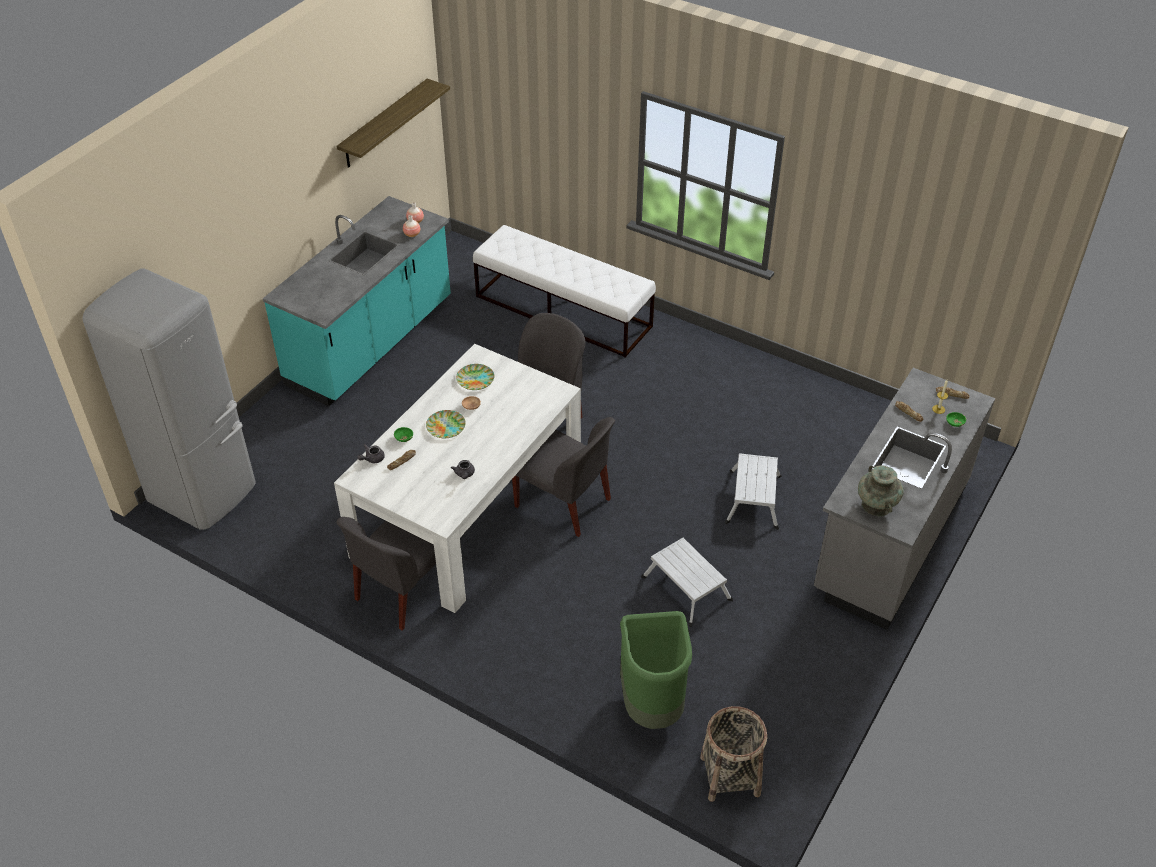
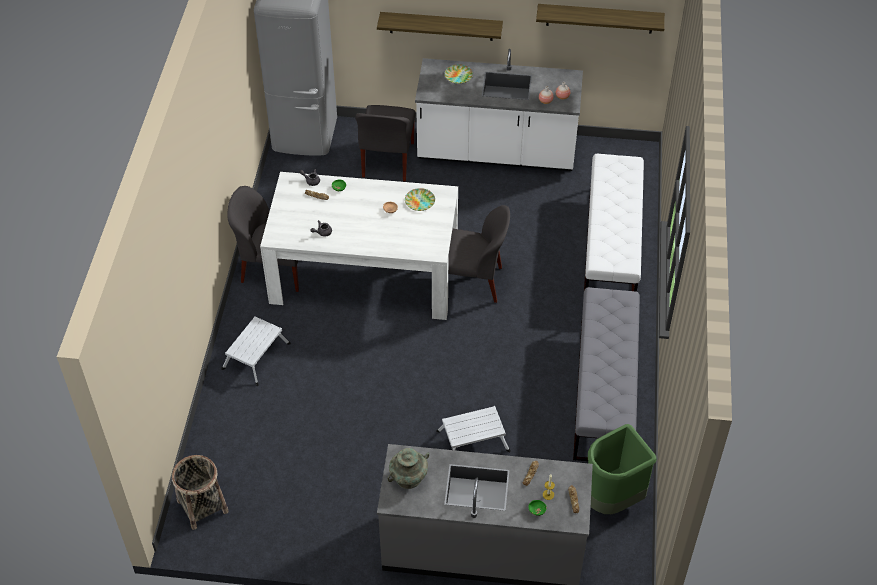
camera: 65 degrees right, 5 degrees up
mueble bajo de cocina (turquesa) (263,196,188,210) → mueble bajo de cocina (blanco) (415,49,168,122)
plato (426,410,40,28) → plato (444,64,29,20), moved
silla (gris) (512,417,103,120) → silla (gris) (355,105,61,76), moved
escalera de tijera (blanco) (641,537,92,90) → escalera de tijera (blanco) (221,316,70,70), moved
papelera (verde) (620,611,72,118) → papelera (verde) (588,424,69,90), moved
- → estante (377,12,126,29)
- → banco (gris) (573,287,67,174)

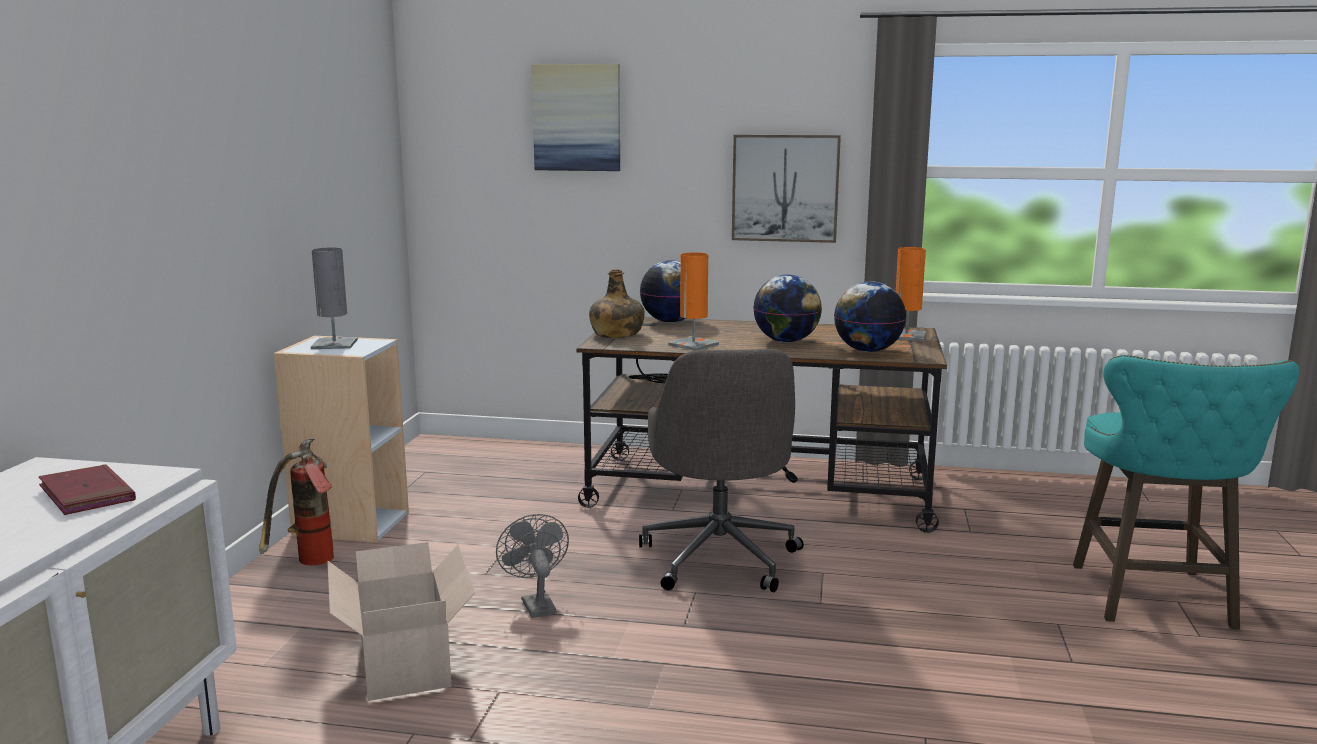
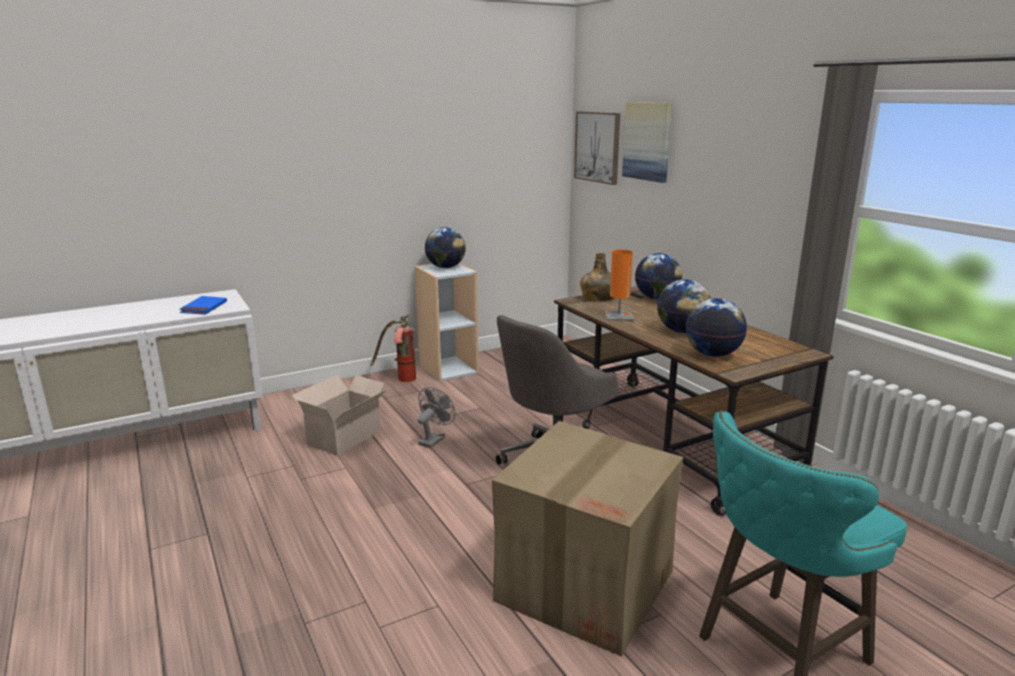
camera: 50 degrees right, 5 degrees up
cuadro (732,135,109,108) → cuadro (574,111,46,74), moved
lámpara de mesa (gris) (311,247,47,102) → globo terráqueo (425,227,41,41)
lámpara de mesa (naranja) (896,247,30,94) → -
libro (rojo) (39,464,97,51) → libro (azul) (180,296,47,19)
- → caja de cartón (492,421,191,236)

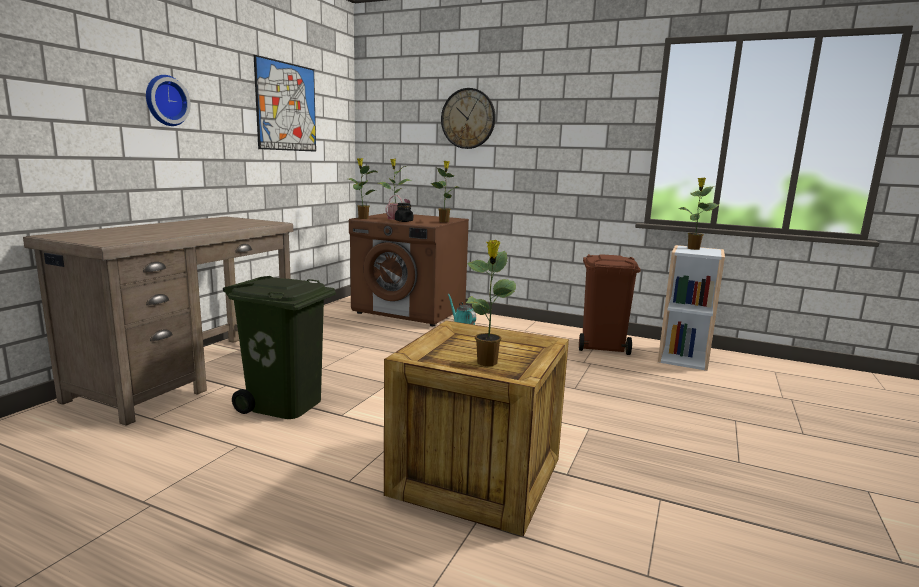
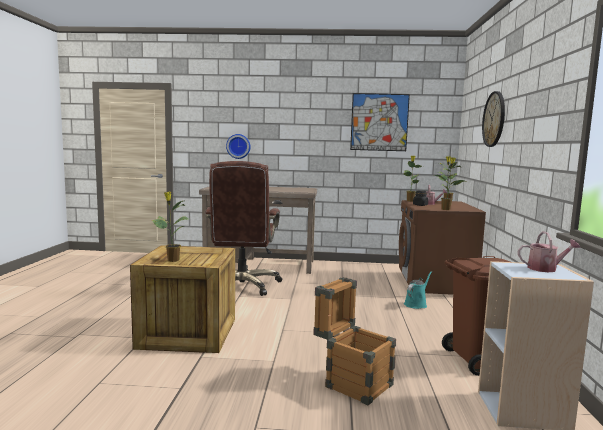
camera: 70 degrees right, 5 degrees down
reloj de pared (146,75,45,51) → reloj de pared (226,134,24,25), moved
planta en maceta (679,178,40,72) → regadera (518,231,63,41)
papelera (verde) (223,276,113,143) → silla de oficina (marrón) (206,161,76,135)
- → caja de embalaje (314,277,82,128)

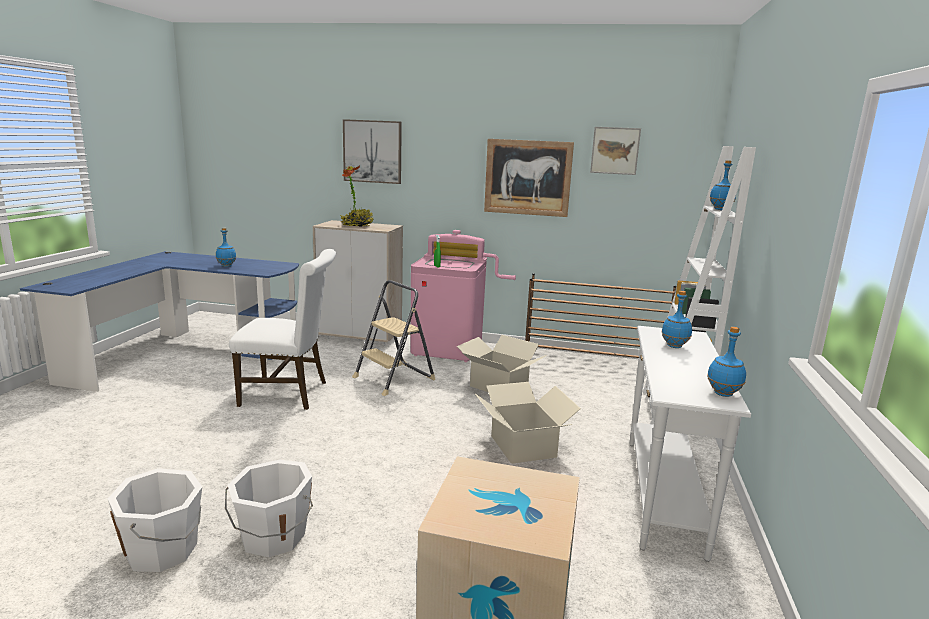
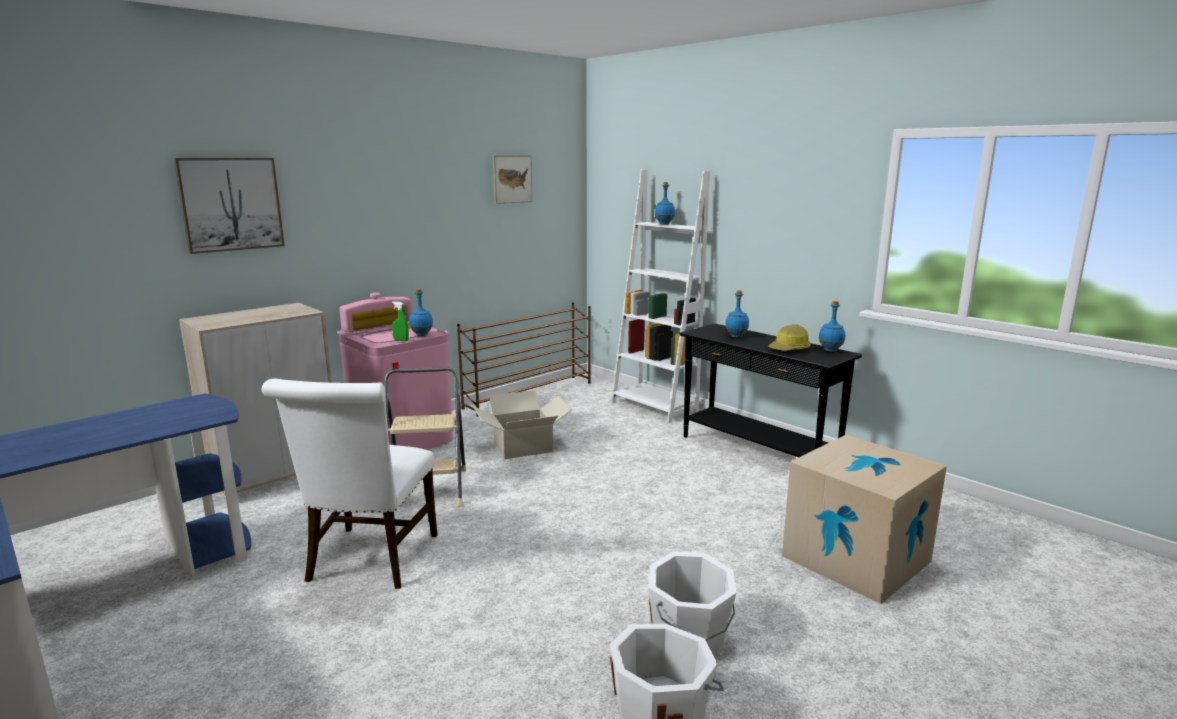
camera: 55 degrees left, 0 degrees up
cuadro (484,139,90,78) → -
planta en maceta (340,166,33,61) → -
botella (azul) (216,228,20,39) → botella (azul) (409,289,24,47), moved
silla (blanco) (229,249,107,161) → silla (blanco) (262,379,176,210), 150 degrees clockwise
mesa consola (blanco) (629,326,122,236) → mesa consola (negro) (680,324,182,133)
caja de cartón (475,382,106,82) → -
- → casco (768,324,43,27)

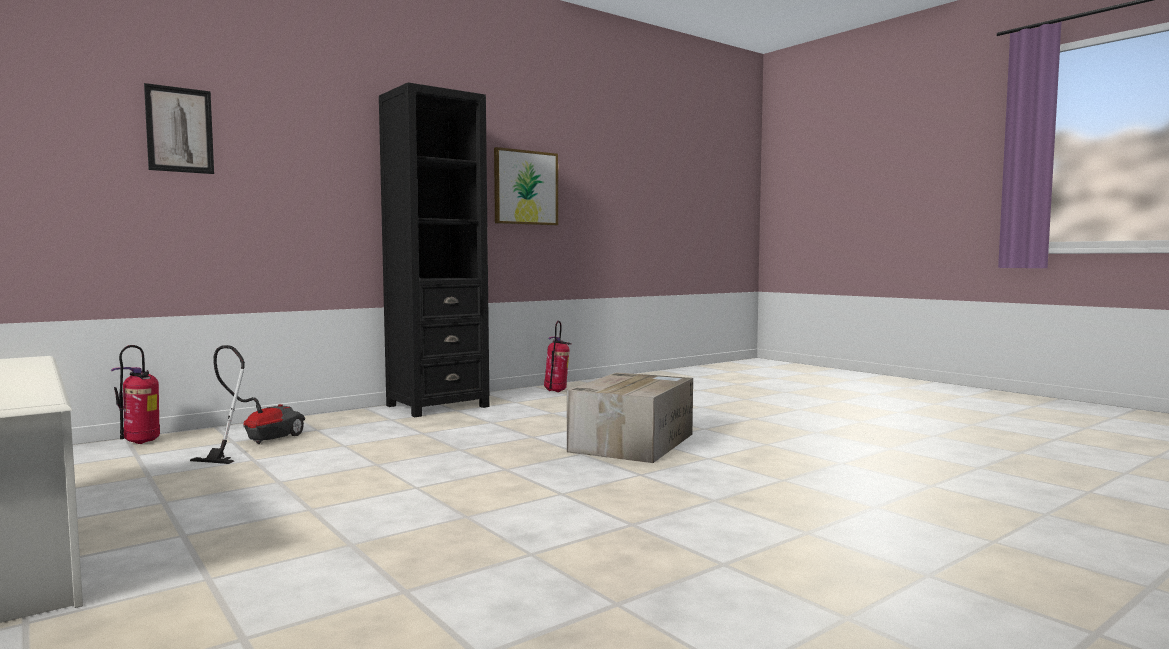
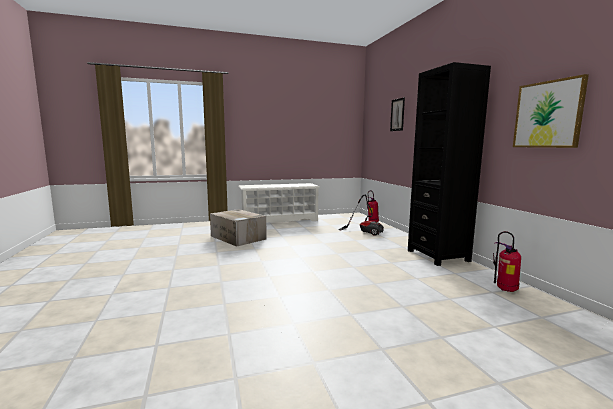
camera: 110 degrees right, 5 degrees up
caja de cartón (567,372,126,91) → caja de cartón (210,209,57,38), moved

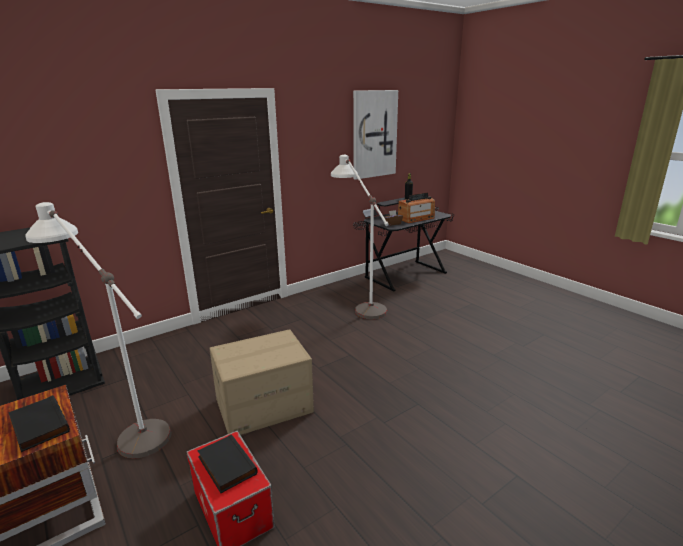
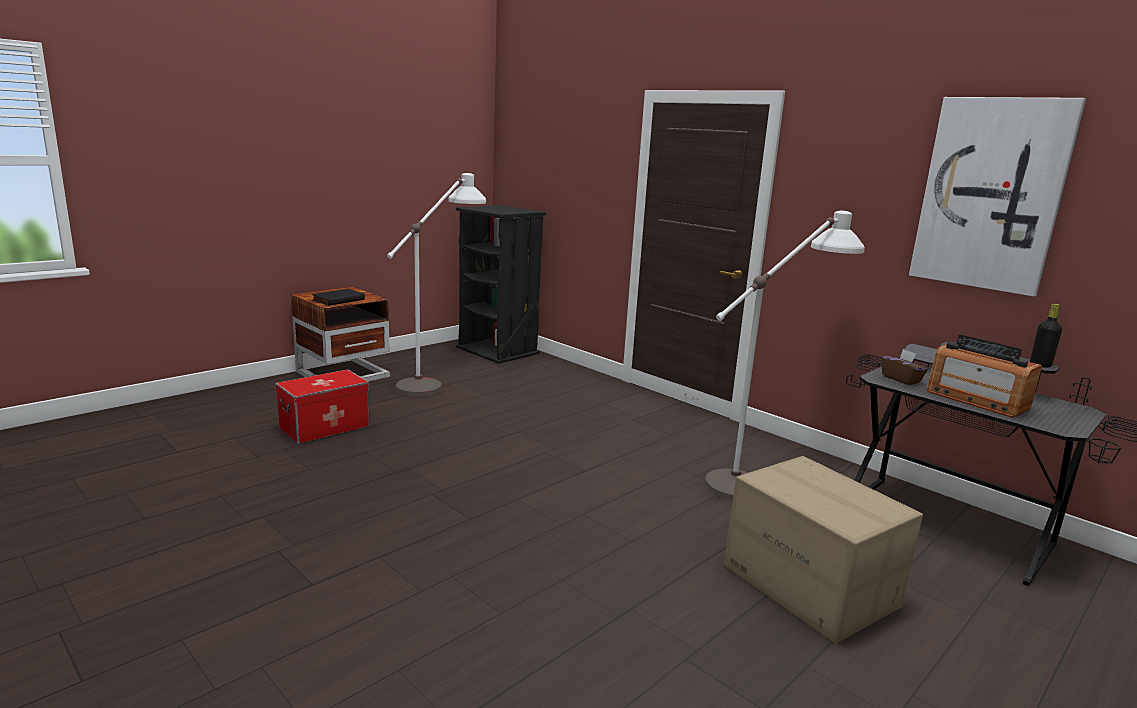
camera: 80 degrees right, 5 degrees down
caja de cartón (209,329,105,106) → caja de cartón (724,456,199,188), moved
libro (negro) (198,434,60,59) → -

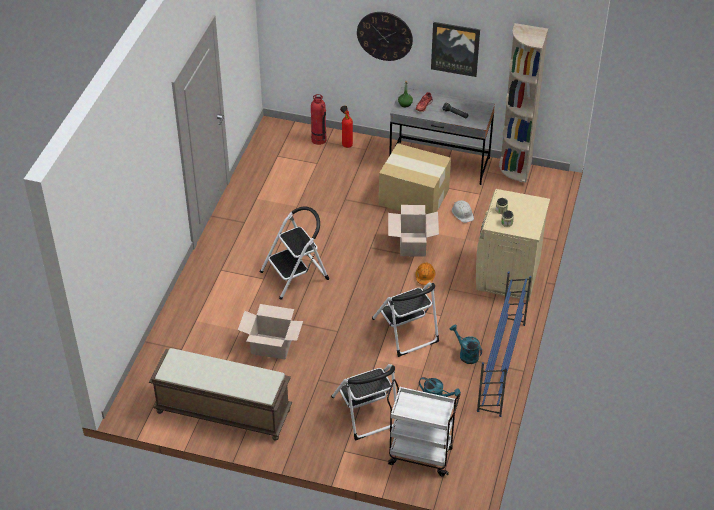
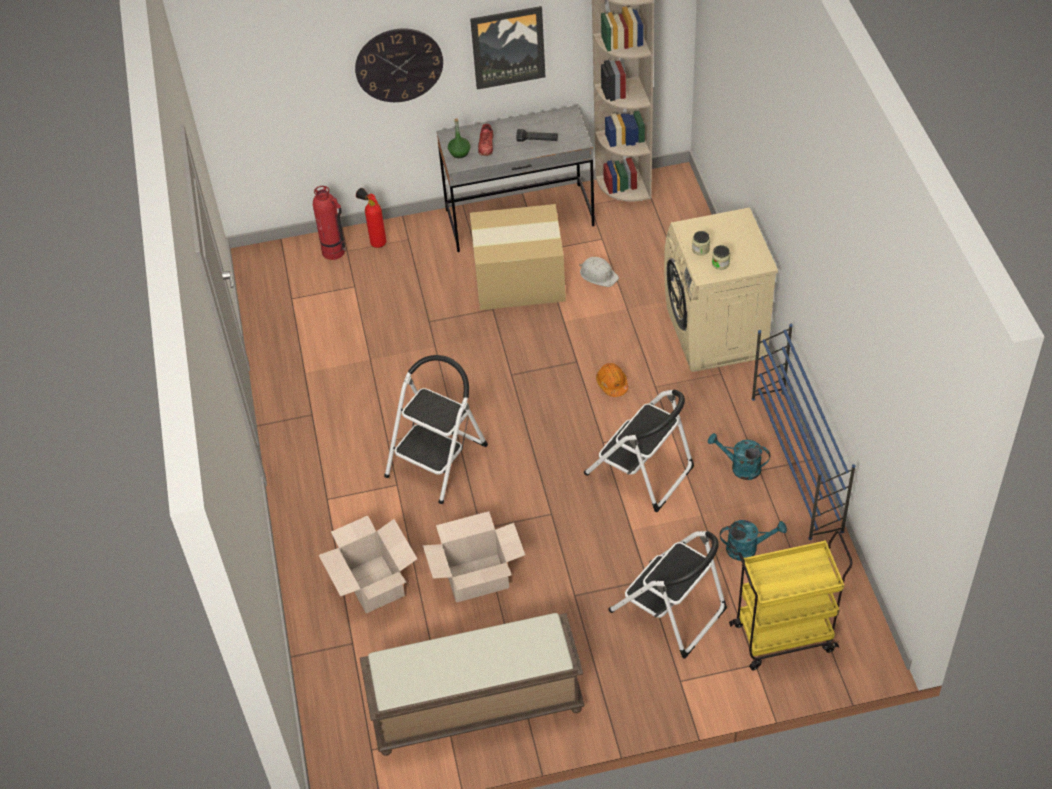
camera: 25 degrees left, 5 degrees up
caja de cartón (388,205,51,52) → caja de cartón (319,516,98,97), moved
carrito (blanco) (387,379,74,97) → carrito (amarillo) (729,531,123,140)

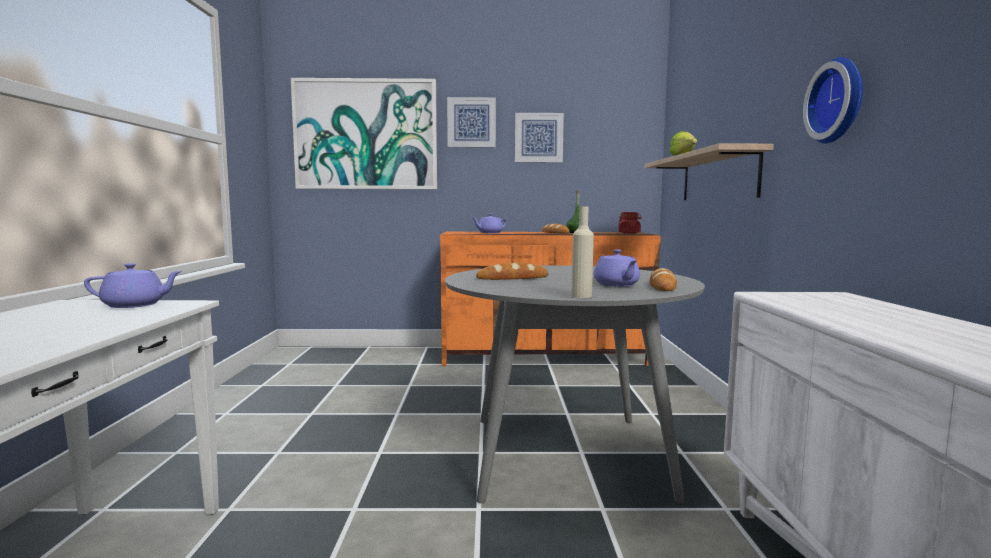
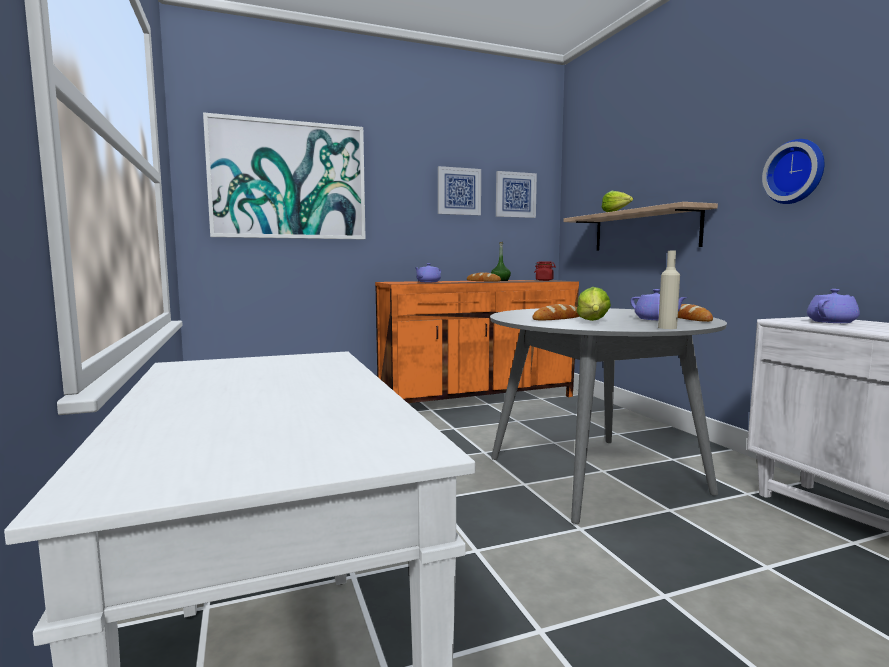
camera: 20 degrees left, 0 degrees up
cuadro (447,97,49,51) → cuadro (496,171,41,47), moved
tetera (morado) (84,263,98,45) → tetera (morado) (807,289,53,34), moved
- → lechuga (577,287,34,34)

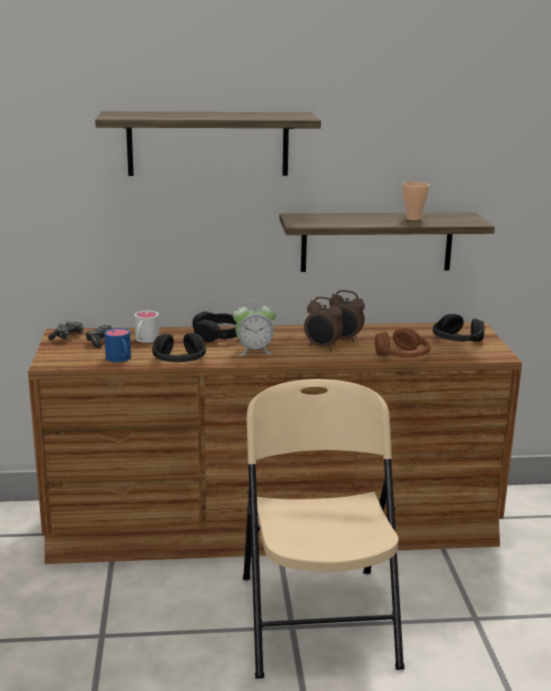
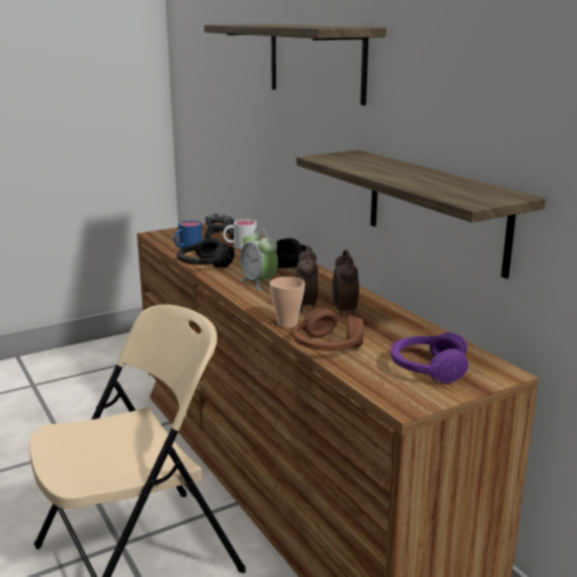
camera: 65 degrees right, 0 degrees up
taza (402,182,28,39) → taza (270,277,35,51), moved
auriculares (negro) (433,314,52,28) → auriculares (morado) (391,332,77,51)

